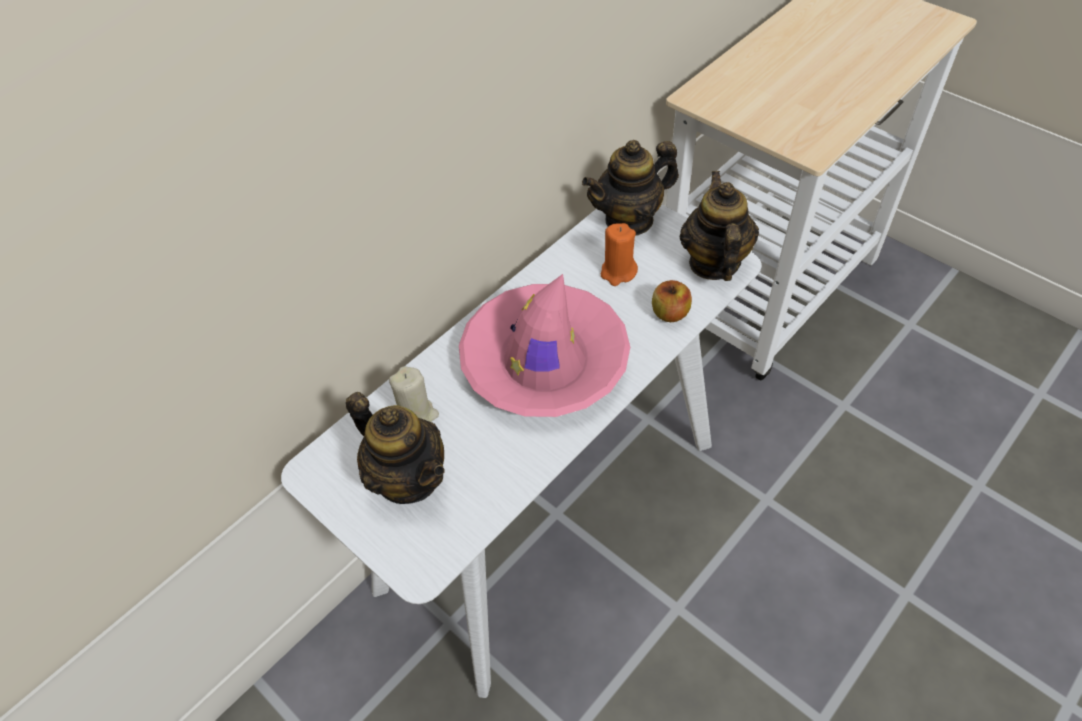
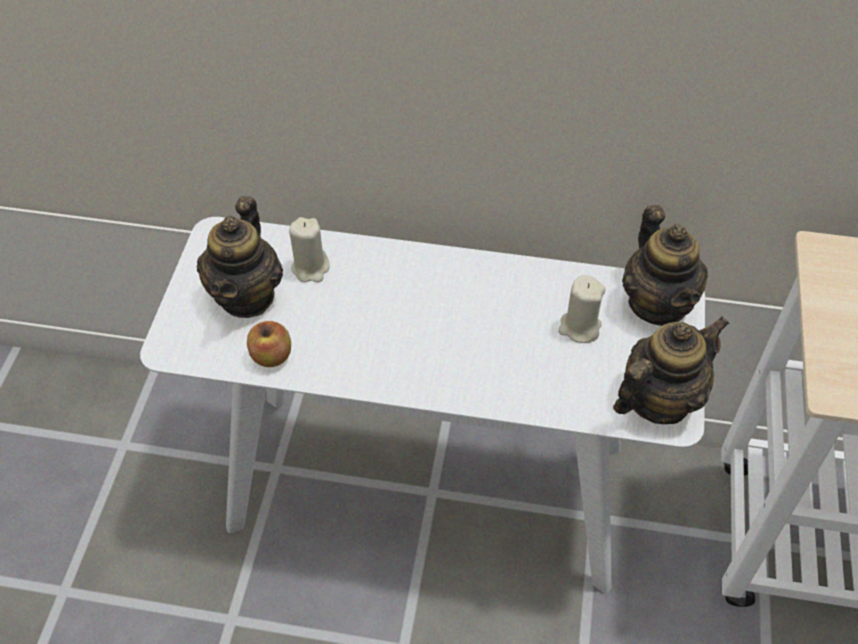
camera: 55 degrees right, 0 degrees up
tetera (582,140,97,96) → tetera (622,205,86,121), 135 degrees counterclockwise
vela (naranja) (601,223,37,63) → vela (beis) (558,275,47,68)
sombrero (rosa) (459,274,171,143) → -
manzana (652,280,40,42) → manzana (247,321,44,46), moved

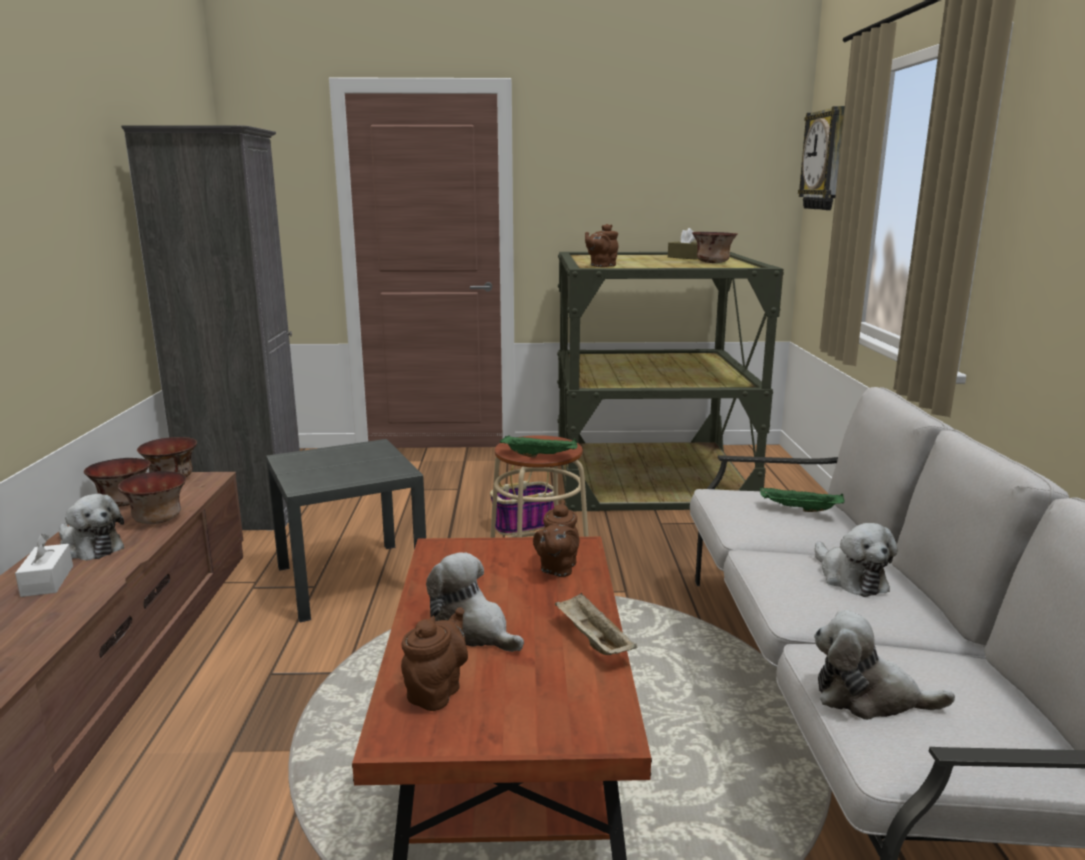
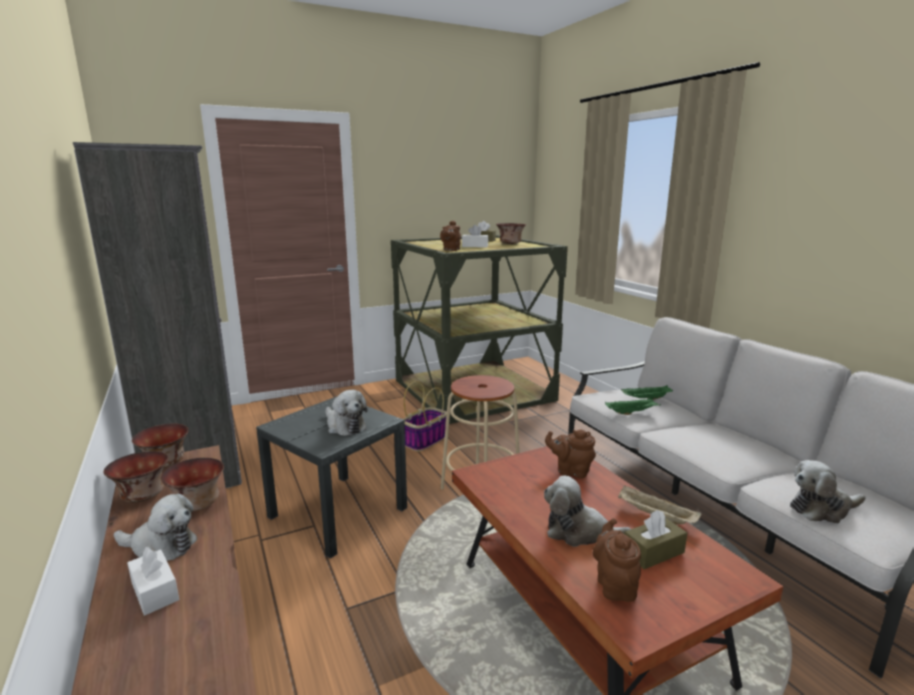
camera: 25 degrees left, 0 degrees up
reloj de pared (798,106,47,104) → -
bandeja (verde) (500,436,78,22) → bandeja (verde) (605,397,55,18), moved
tetera (marrón) (533,501,47,76) → tetera (marrón) (545,430,51,48), 120 degrees clockwise
peluche (815,523,83,74) → peluche (326,390,41,46), moved
- → caja de pañuelos (blanco) (462,225,26,23)
- → caja de pañuelos (marrón) (624,510,63,59)

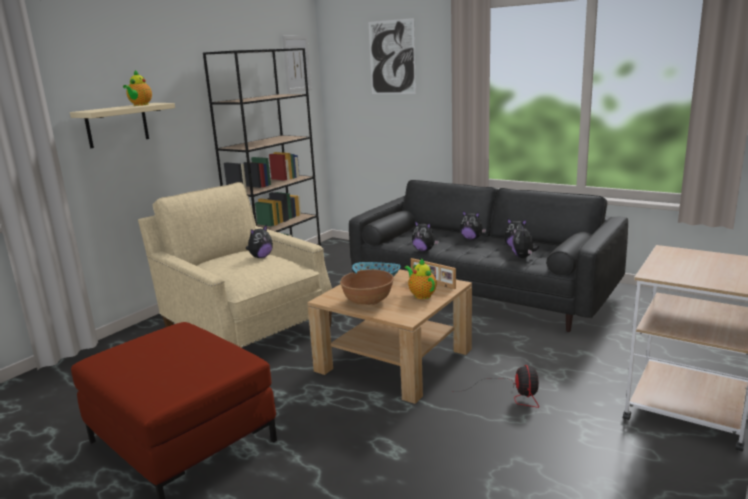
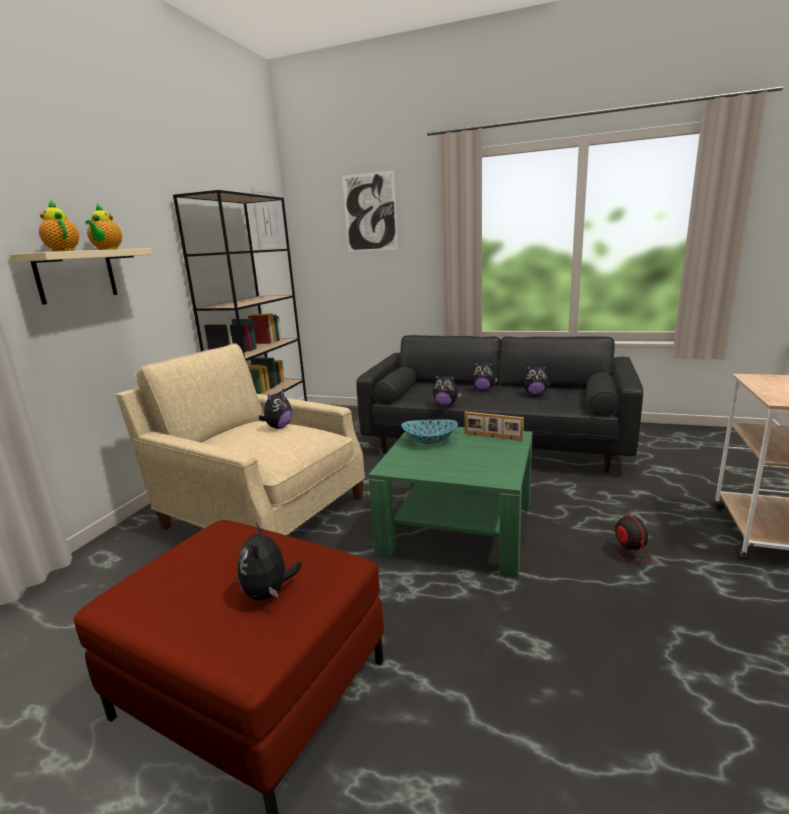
camera: 15 degrees left, 0 degrees up
peluche (512,225,27,33) → peluche (237,523,65,77), moved
tetera (404,258,33,41) → tetera (39,200,40,52), moved
mesa de centro (marrón) (307,269,165,135) → mesa de centro (verde) (369,427,163,151)
cuenco (marrón) (340,269,54,36) → -

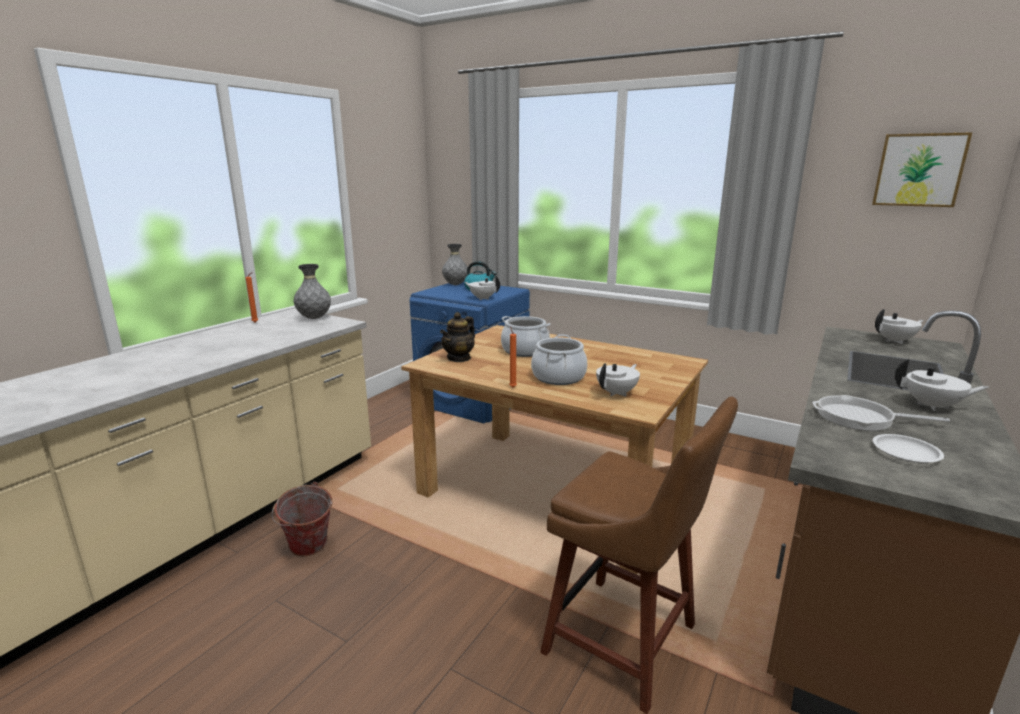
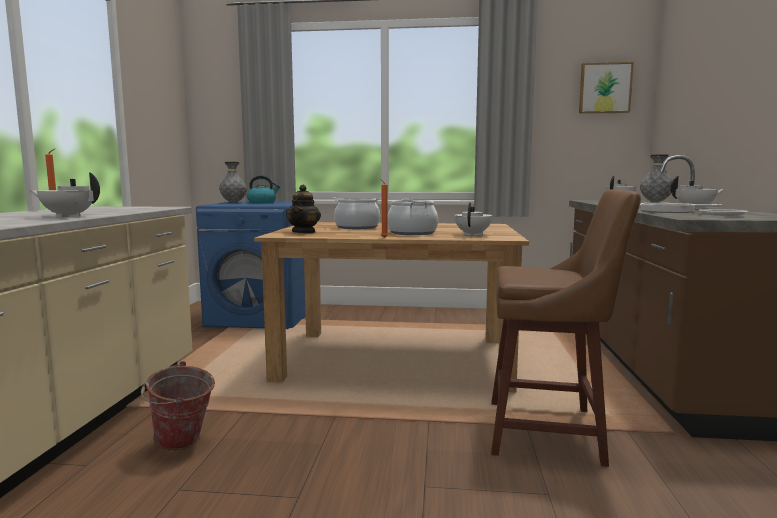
camera: 25 degrees left, 10 degrees down
florero (gris) (294,264,37,55) → florero (gris) (640,154,33,48), moved
tetera (blanco) (465,276,35,24) → tetera (blanco) (30,172,70,46), moved

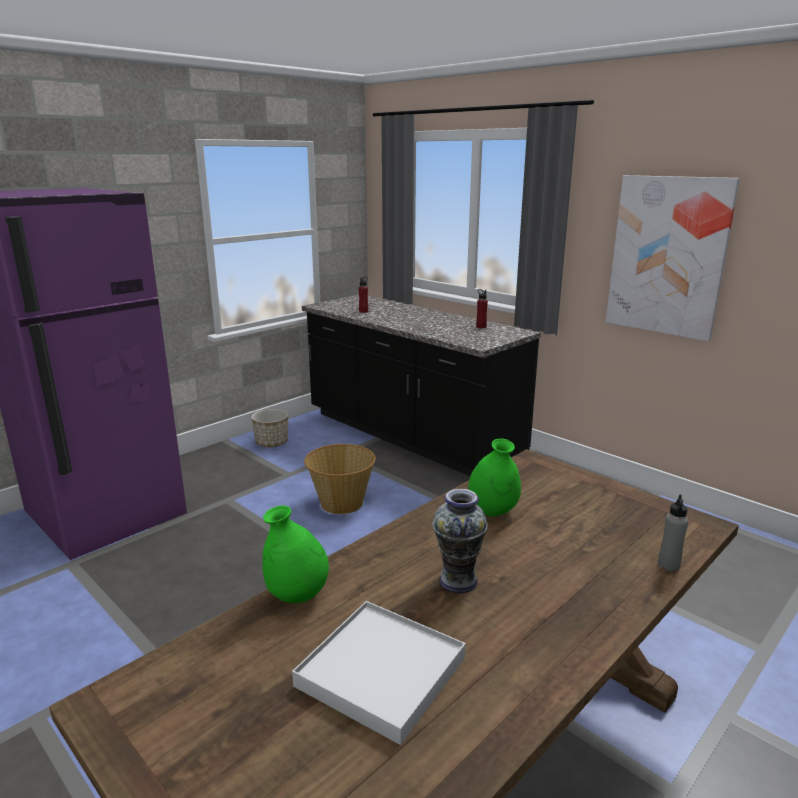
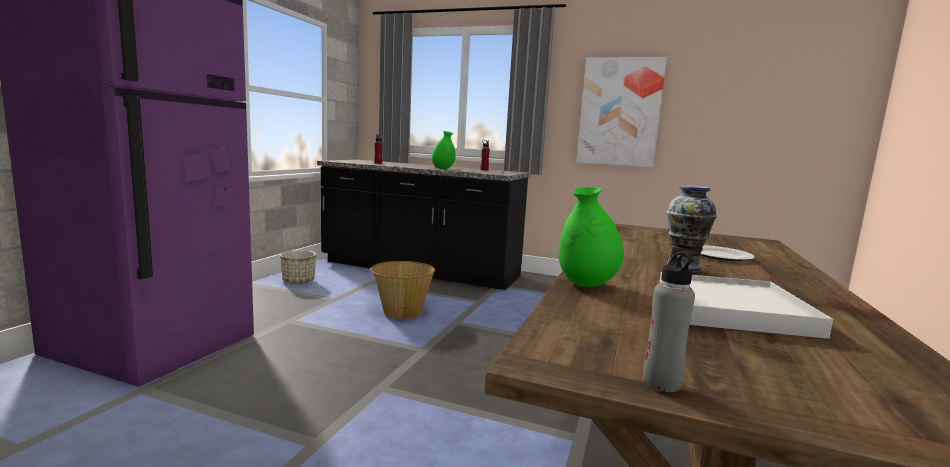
camera: 25 degrees left, 10 degrees down
florero (verde) (468,439,53,77) → florero (verde) (432,131,23,38), moved
botella (gris) (658,495,31,76) → botella (gris) (643,247,52,145), moved
- → plato (700,245,55,16)

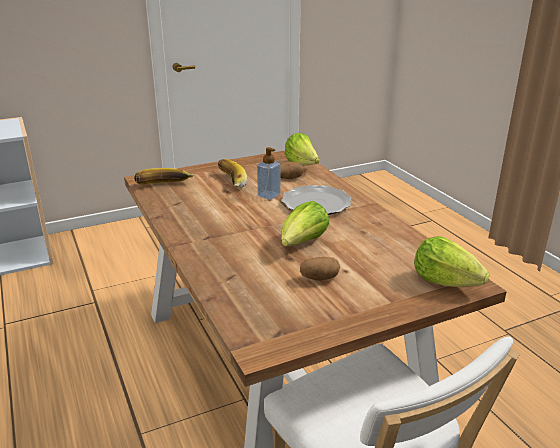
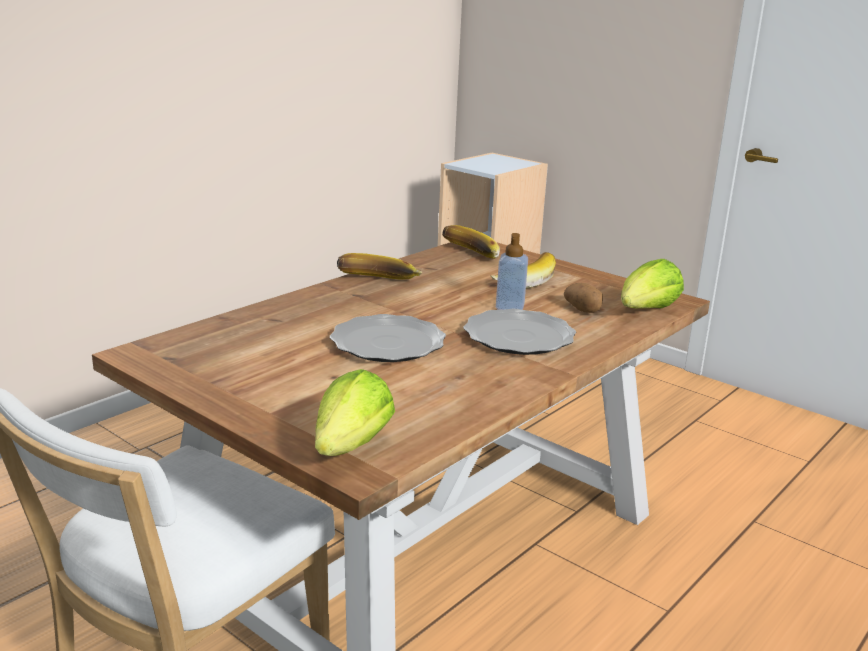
camera: 65 degrees right, 5 degrees down
lechuga (281,201,49,45) → plato (330,314,116,48)
patata (300,257,40,24) → -
- → plátano (337,253,86,27)

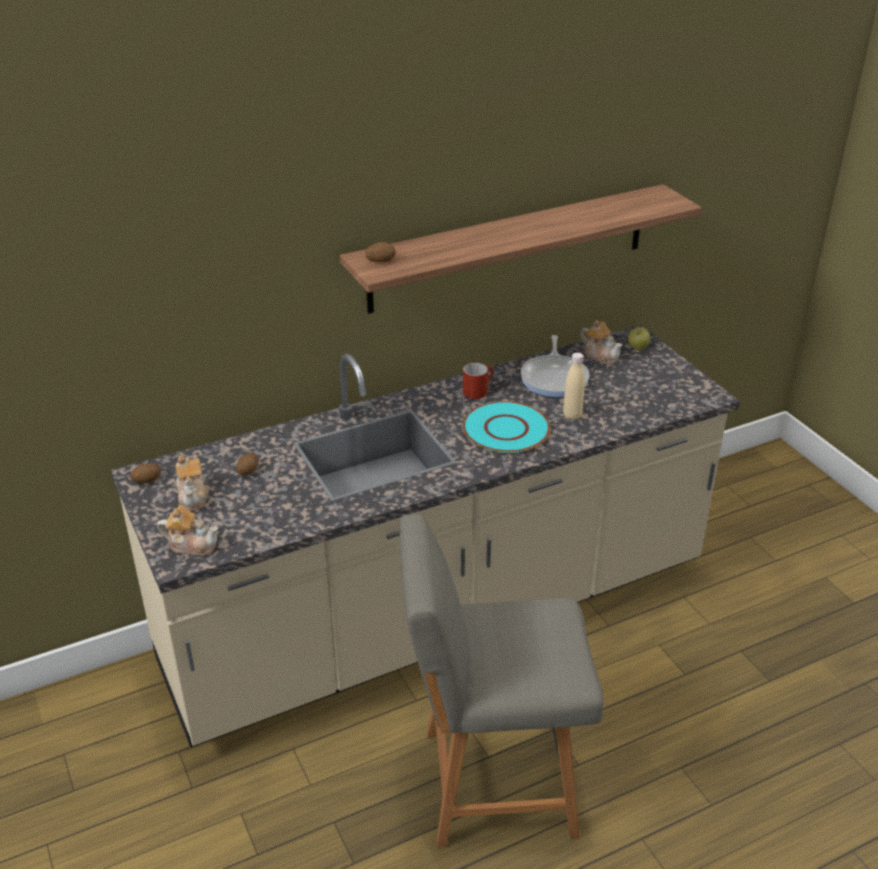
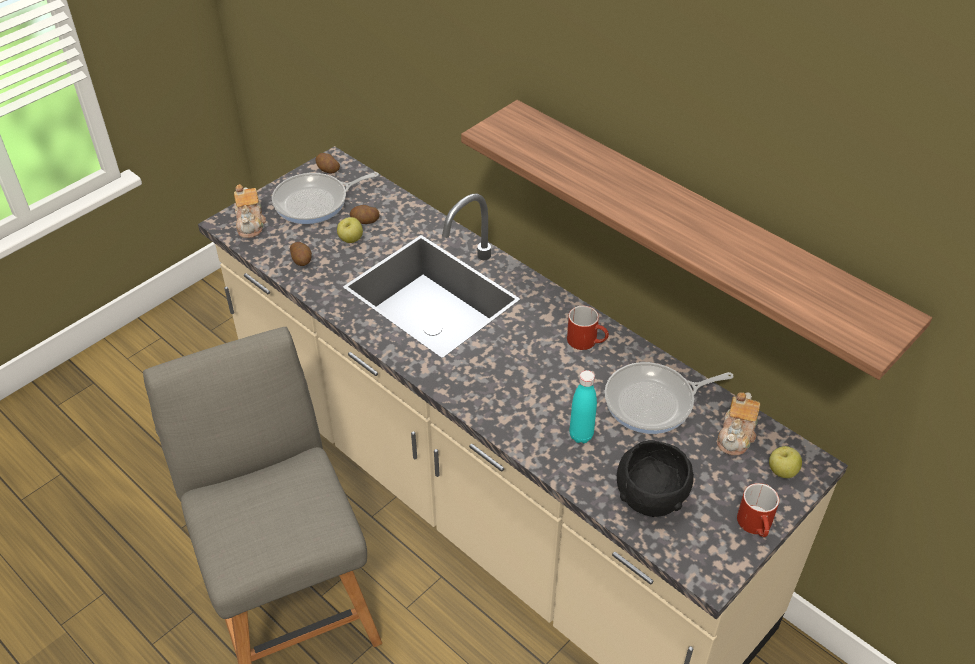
camera: 70 degrees right, 10 degrees up
patata (365,242,31,20) → patata (290,242,22,24), moved
botella (beis) (563,353,22,67) → botella (turquesa) (570,370,27,73)
plato (turquesa) (463,401,87,52) → -
tetera (175,455,34,56) → sartén (272,172,107,52)
- → manzana (337,217,26,26)
- → cuenco (negro) (617,440,77,77)
- → taza grande (rojo) (737,483,42,54)

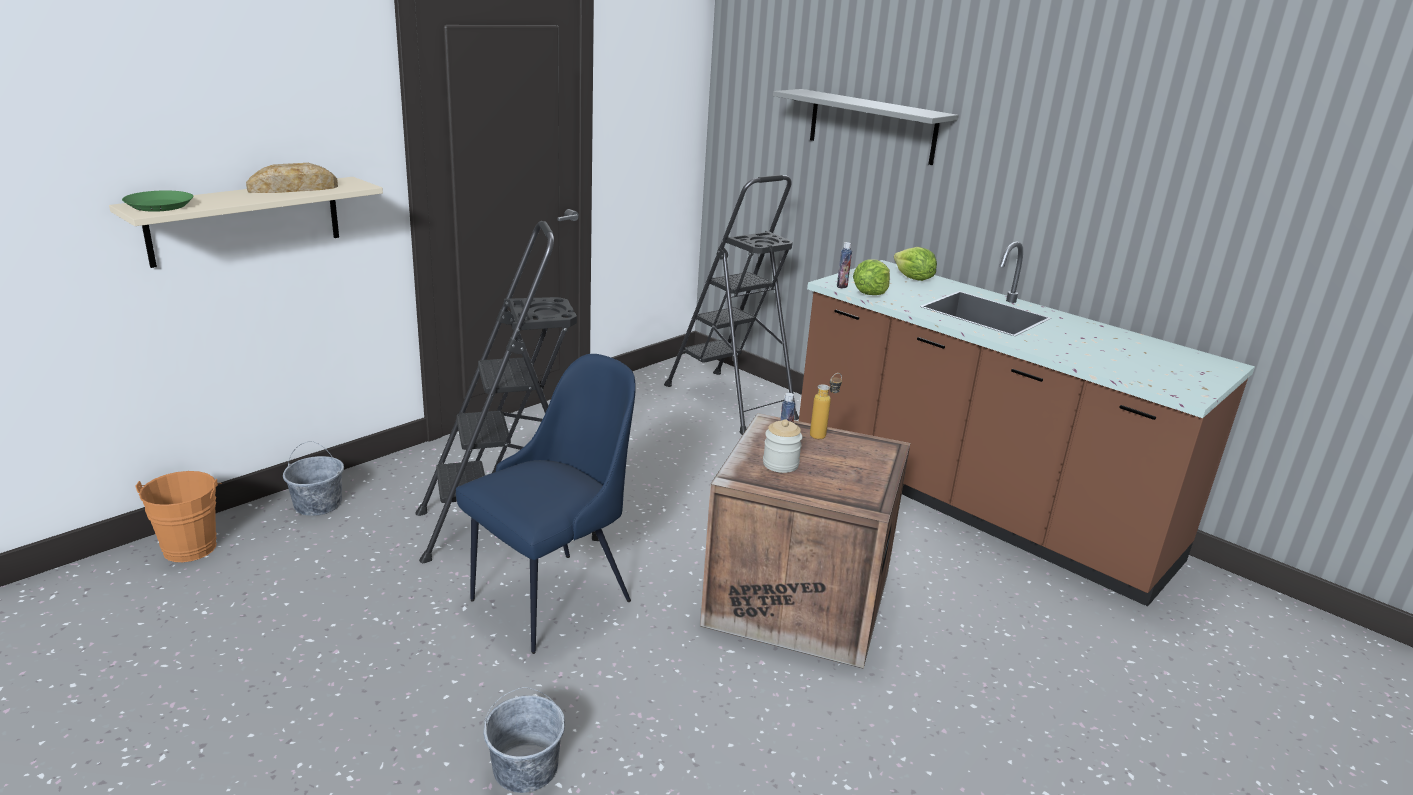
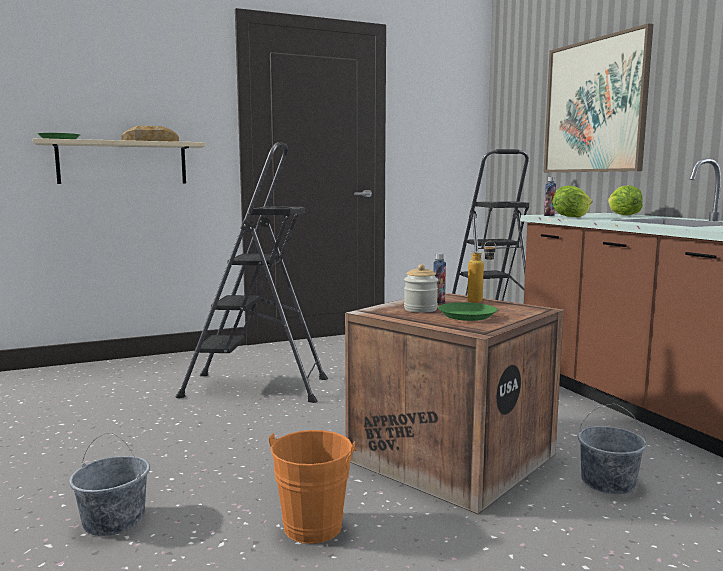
camera: 25 degrees right, 15 degrees down
estante (gris) (773,89,186,76) → cuadro (544,23,109,149)
silla (azul) (456,354,179,300) → -
cubo (gris) (283,441,61,75) → cubo (gris) (578,404,69,90), moved
cubo (naranja) (136,471,86,91) → cubo (naranja) (269,430,88,114), moved
- → plato (verde) (438,302,59,19)

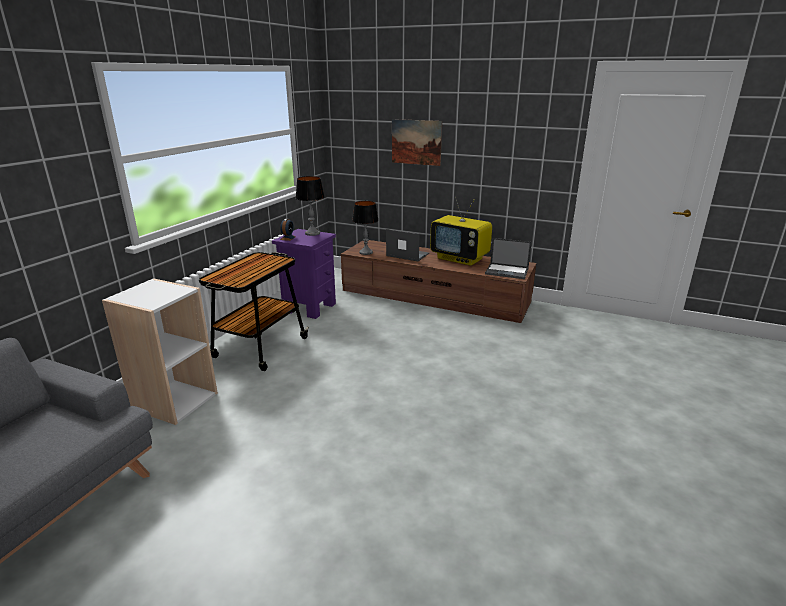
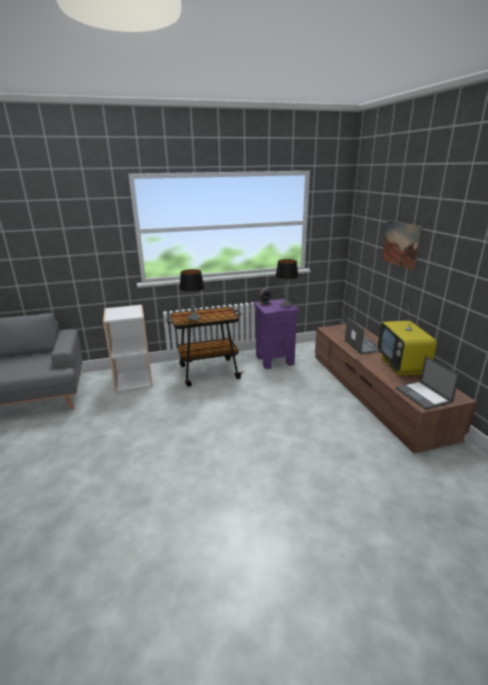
camera: 50 degrees right, 0 degrees up
lámpara de mesa (352,201,27,54) → lámpara de mesa (179,269,26,52), moved

